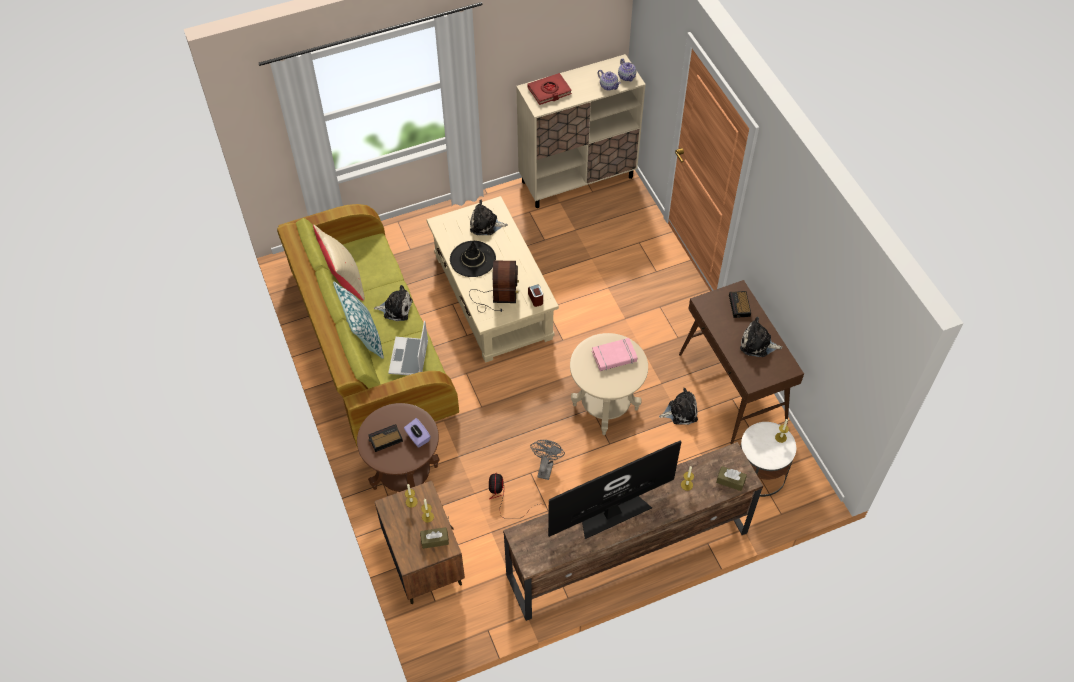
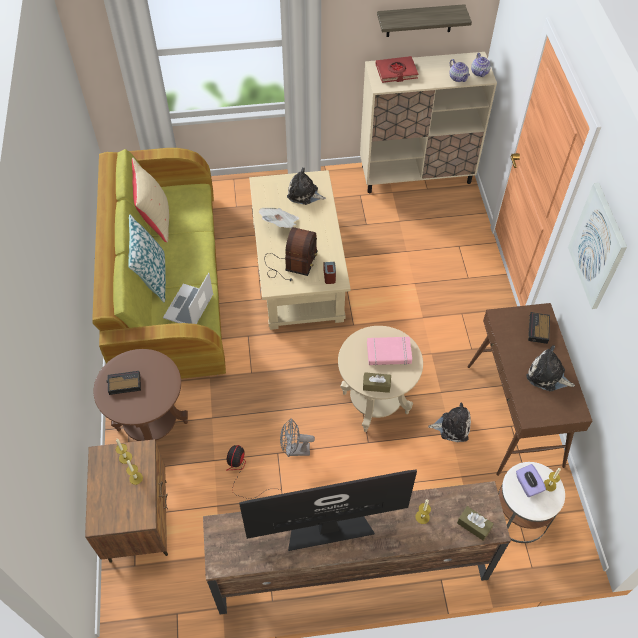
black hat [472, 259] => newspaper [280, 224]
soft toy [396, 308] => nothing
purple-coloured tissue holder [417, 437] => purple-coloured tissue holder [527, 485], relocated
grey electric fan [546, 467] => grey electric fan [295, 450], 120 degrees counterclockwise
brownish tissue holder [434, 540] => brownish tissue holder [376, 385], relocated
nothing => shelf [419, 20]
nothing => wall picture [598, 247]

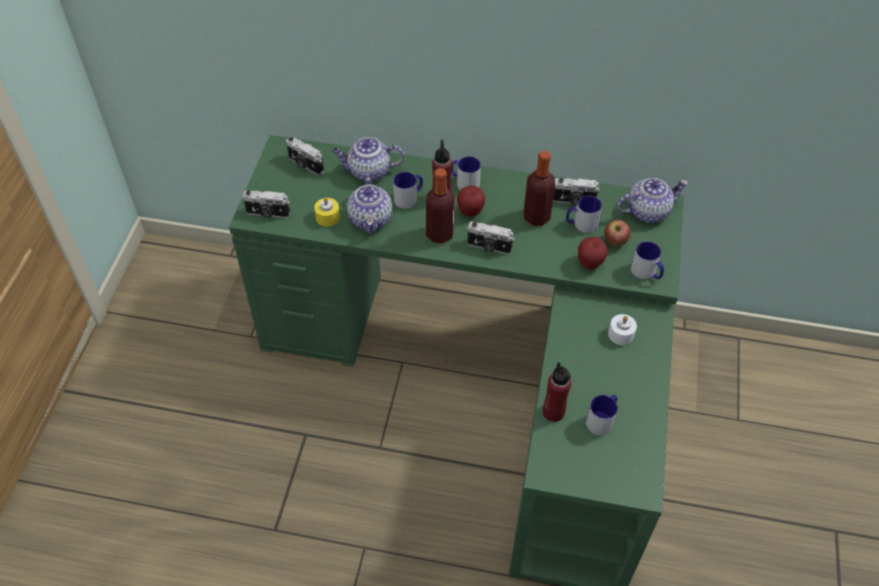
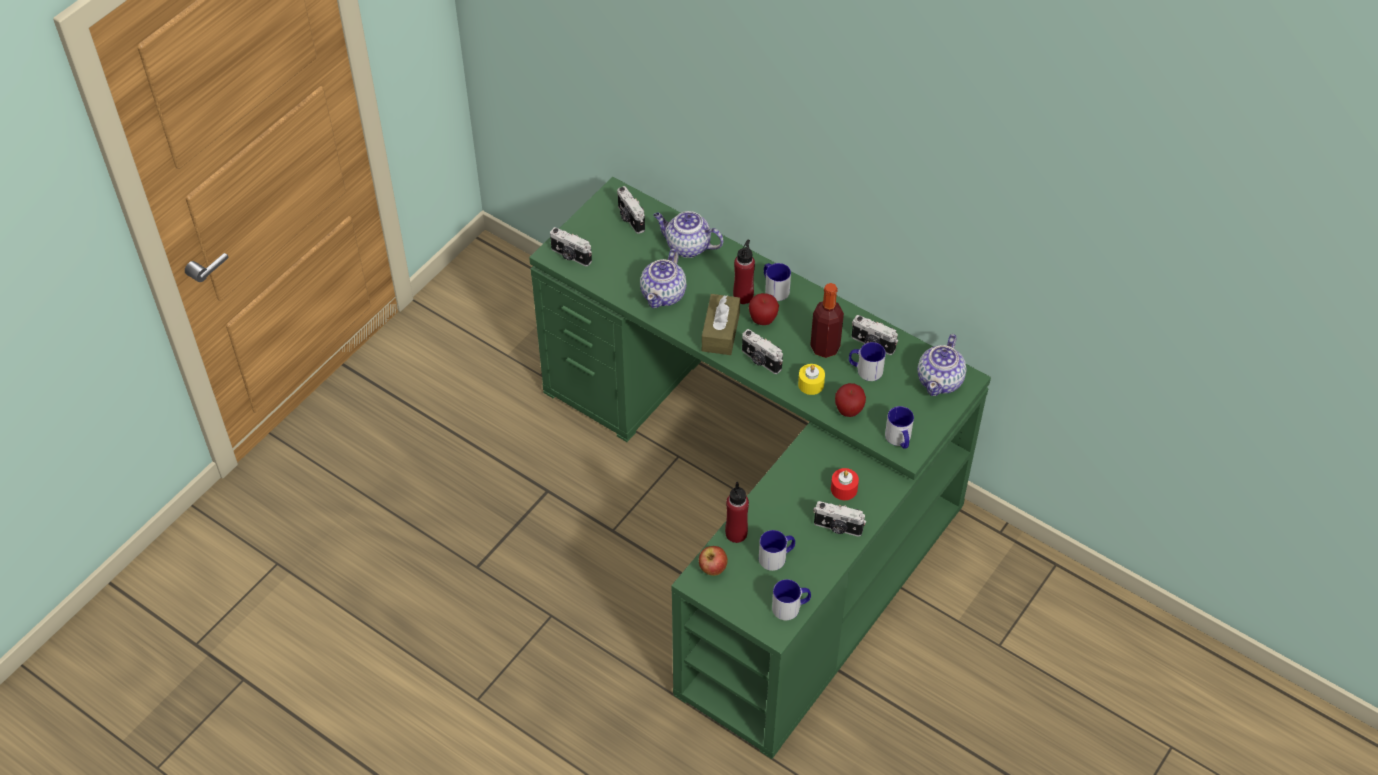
bottle [439, 234] => brownish tissue holder [720, 332]
coffee mug [409, 197] => coffee mug [791, 607], relocated
tea pot [647, 211] => tea pot [940, 380], 105 degrees clockwise
yellowish wax candle [328, 217] => yellowish wax candle [811, 384], relocated
whole apple [615, 242] => whole apple [712, 569], relocated
white wax candle [621, 334] => reddish wax candle [844, 489]
nothing => photo camera [838, 528]

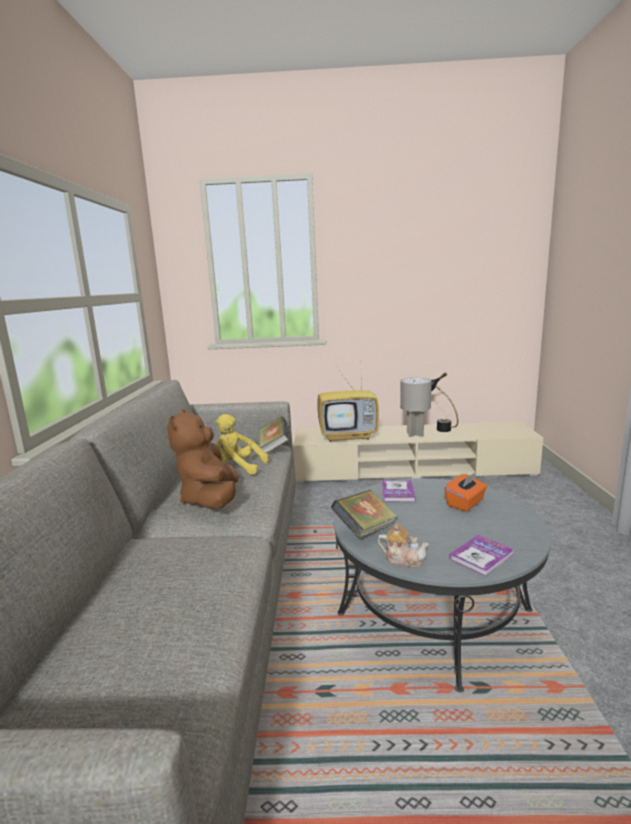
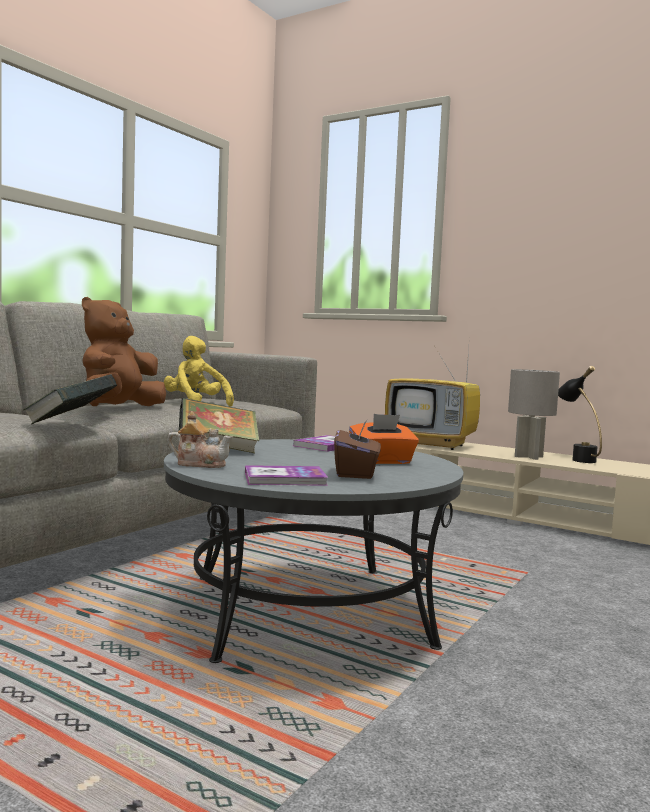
bound book [274, 447] => bound book [71, 423], relocated
tea pot [403, 559] => tea pot [200, 464], 45 degrees counterclockwise
nothing => brownish tissue holder [356, 473]

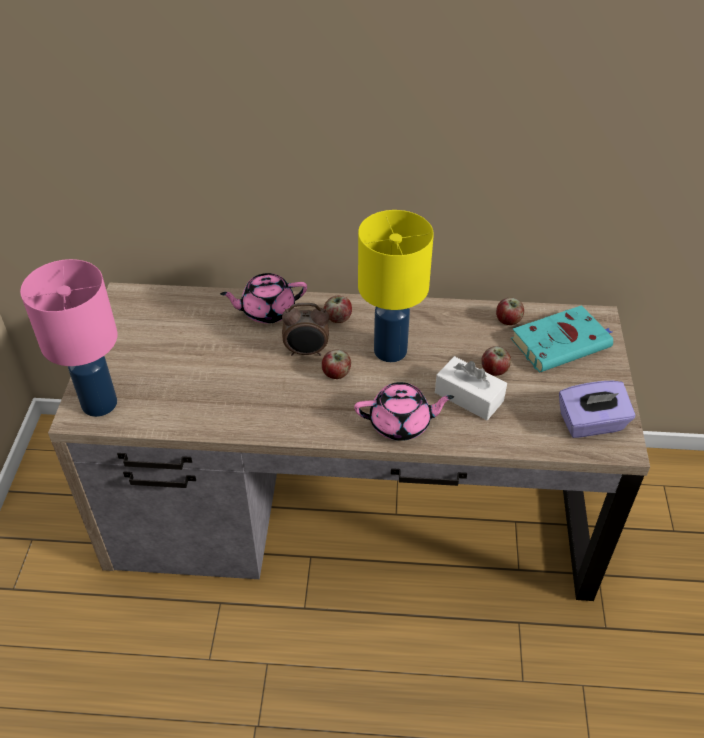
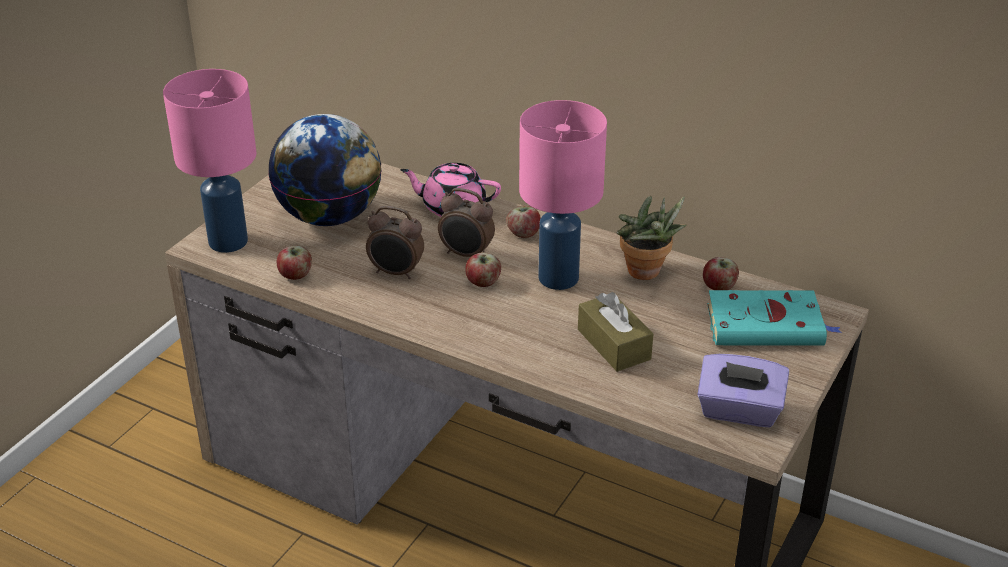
yellowish table lamp [391, 351] => pink table lamp [559, 279]
whole apple [494, 370] => whole apple [296, 275], relocated
white tissue holder [469, 397] => brownish tissue holder [613, 344]
pink tea pot [401, 423] => nothing
nothing => world globe [329, 217]
nothing => potted plant [646, 274]
nothing => table clock [396, 273]

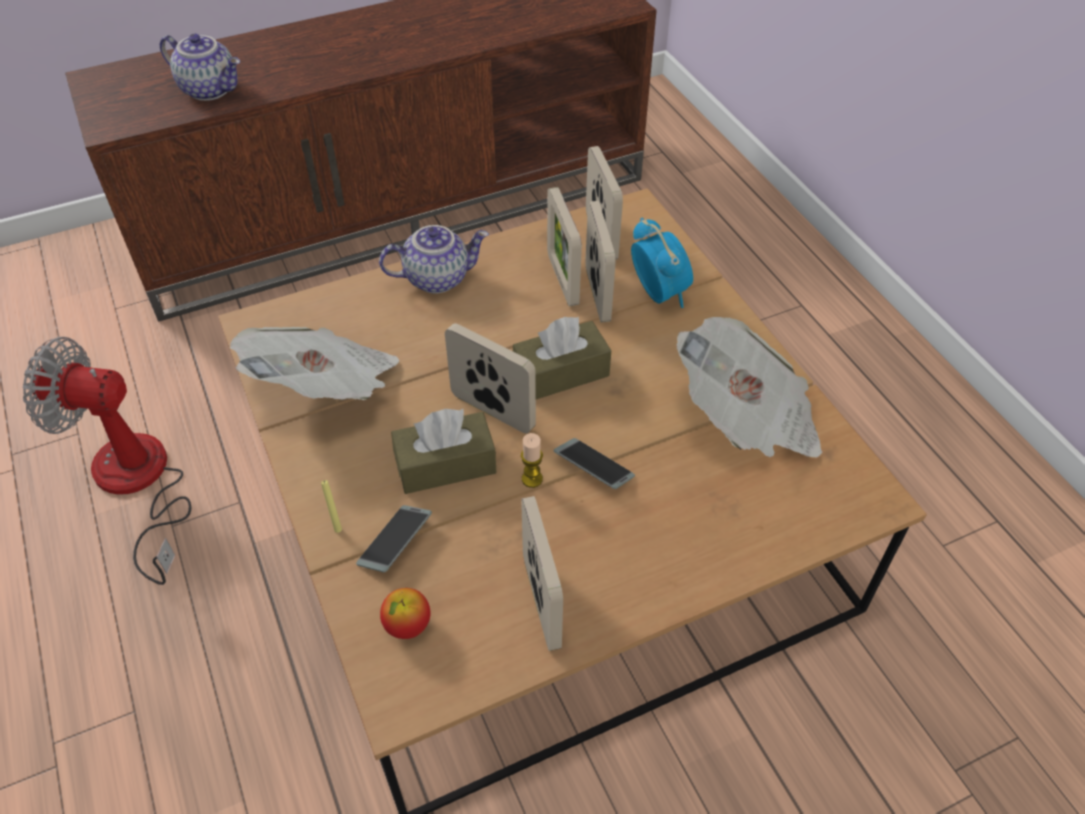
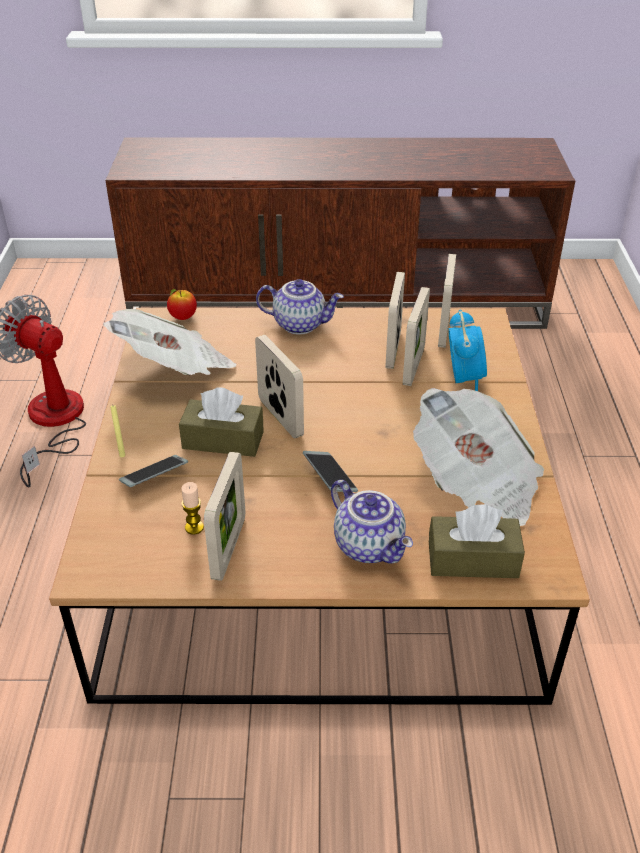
tea pot [211, 89] => tea pot [370, 546], relocated
brownish tissue holder [561, 373] => brownish tissue holder [472, 560], relocated
wax candle [532, 479] => wax candle [194, 527], relocated
whole apple [407, 625] => whole apple [183, 317], relocated

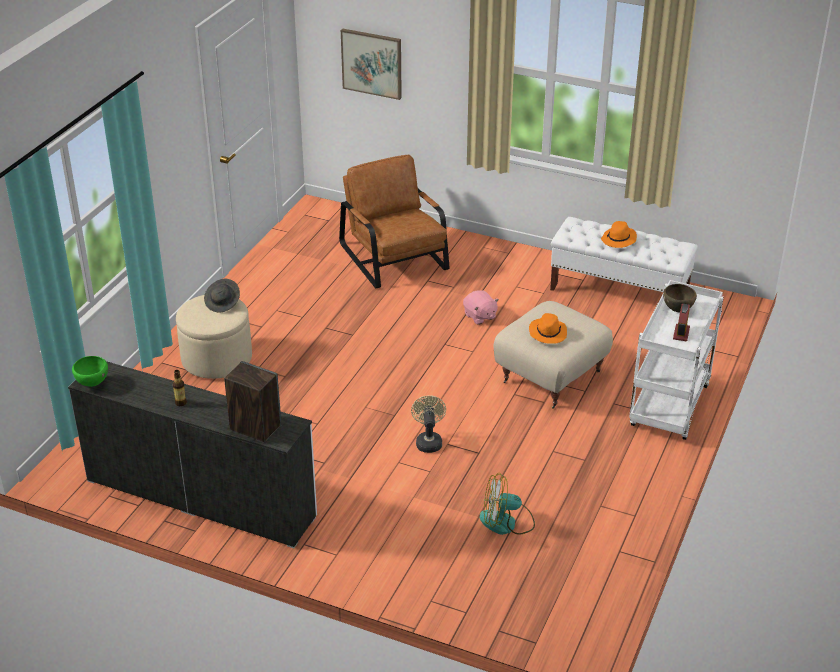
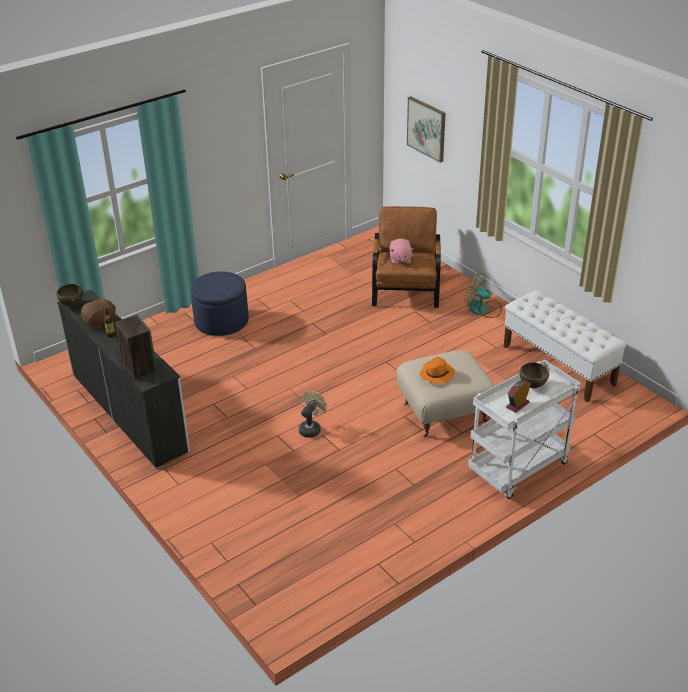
orangey hat [619, 240] => nothing
grey hat [223, 303] => nothing
pink soft toy [479, 316] => pink soft toy [400, 260], relocated
sand-coloured footrest [217, 359] => bluish footrest [221, 321]
greenish bowl [92, 384] => brownish bowl [72, 304]
electric fan [506, 522] => electric fan [482, 309], relocated
nothing => brownish soft toy [100, 322]

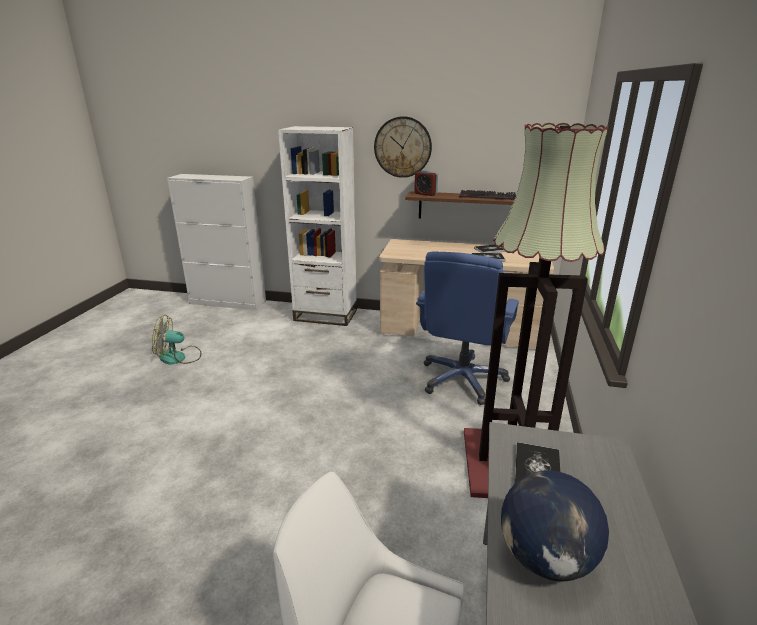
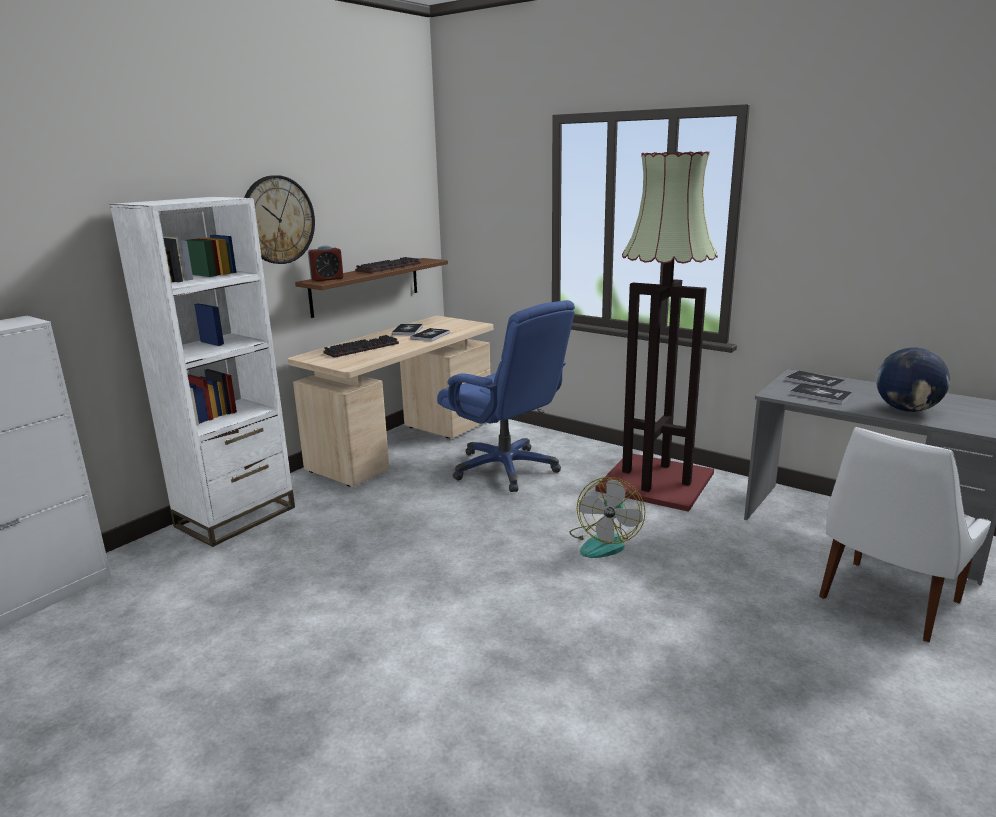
electric fan [179, 357] => electric fan [604, 542], relocated
nothing => keyboard [362, 348]
nothing => bound book [814, 381]

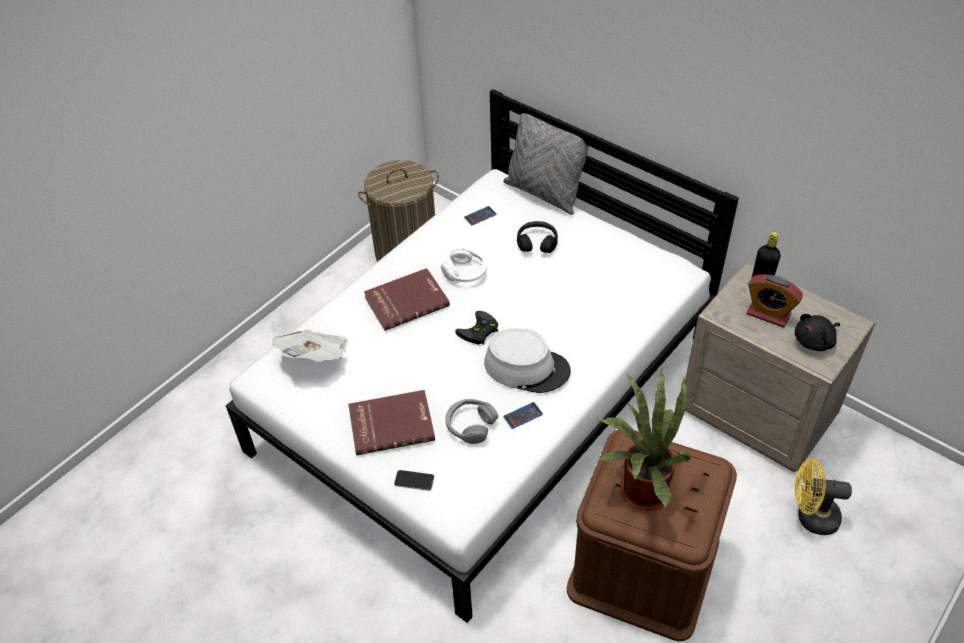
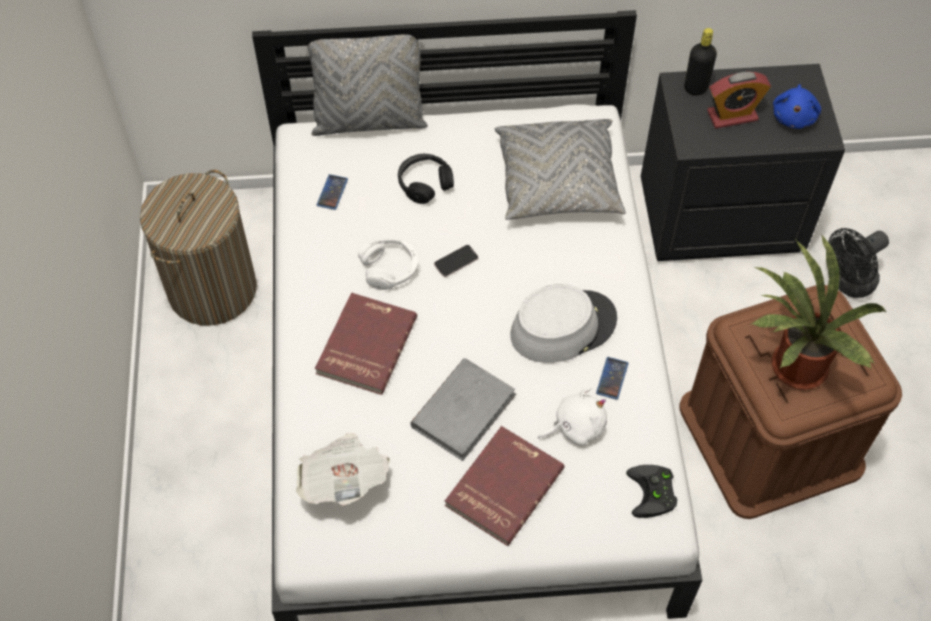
sand-coloured night table [758, 413] => black night table [720, 216]
black joypad [478, 331] => black joypad [654, 494], relocated
black soft toy [815, 341] => bluish soft toy [794, 116]
grey headphones [470, 425] => white soft toy [576, 426]
yellowish electric fan [810, 517] => black electric fan [848, 283]
phone [414, 480] => phone [456, 261], relocated
nothing => grey cushion [558, 183]
nothing => grey bound book [463, 411]

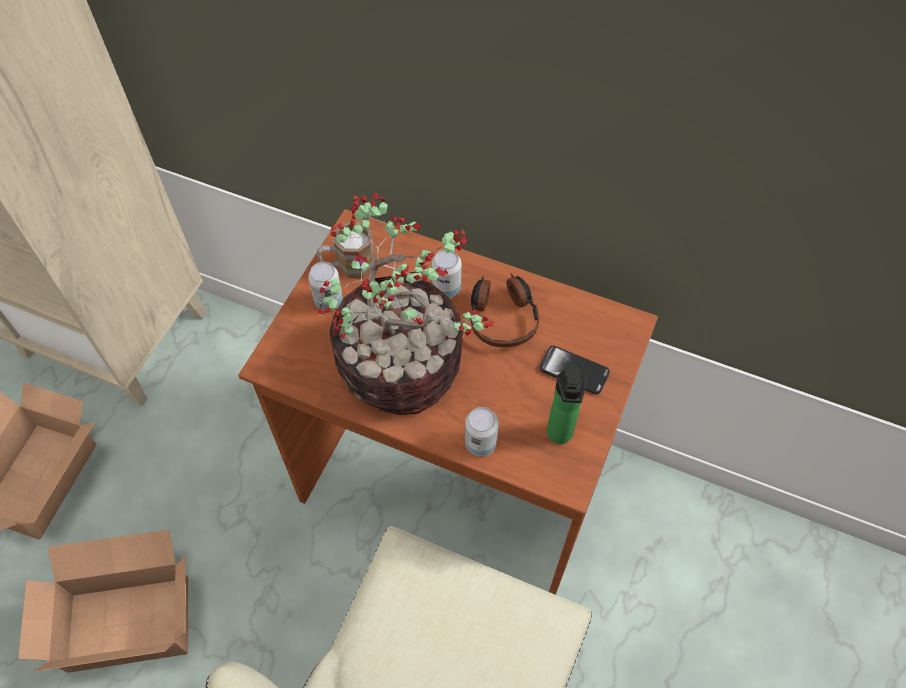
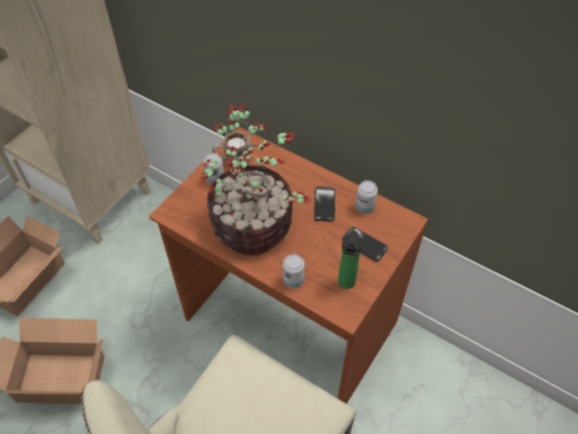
metal can [446, 288] => metal can [364, 207], relocated
headphones [502, 316] => phone [324, 204]

